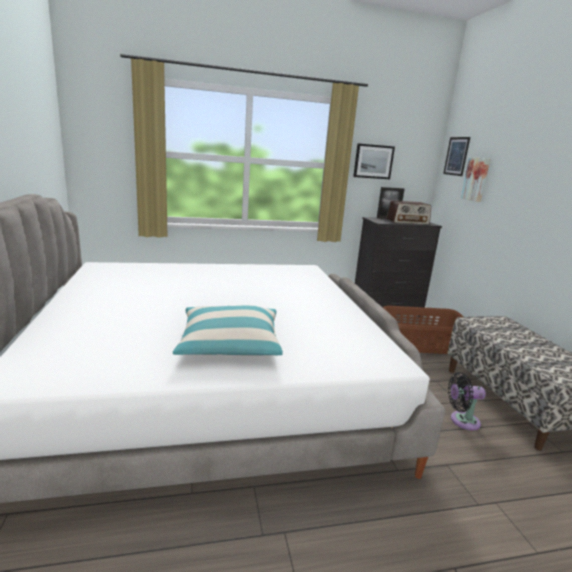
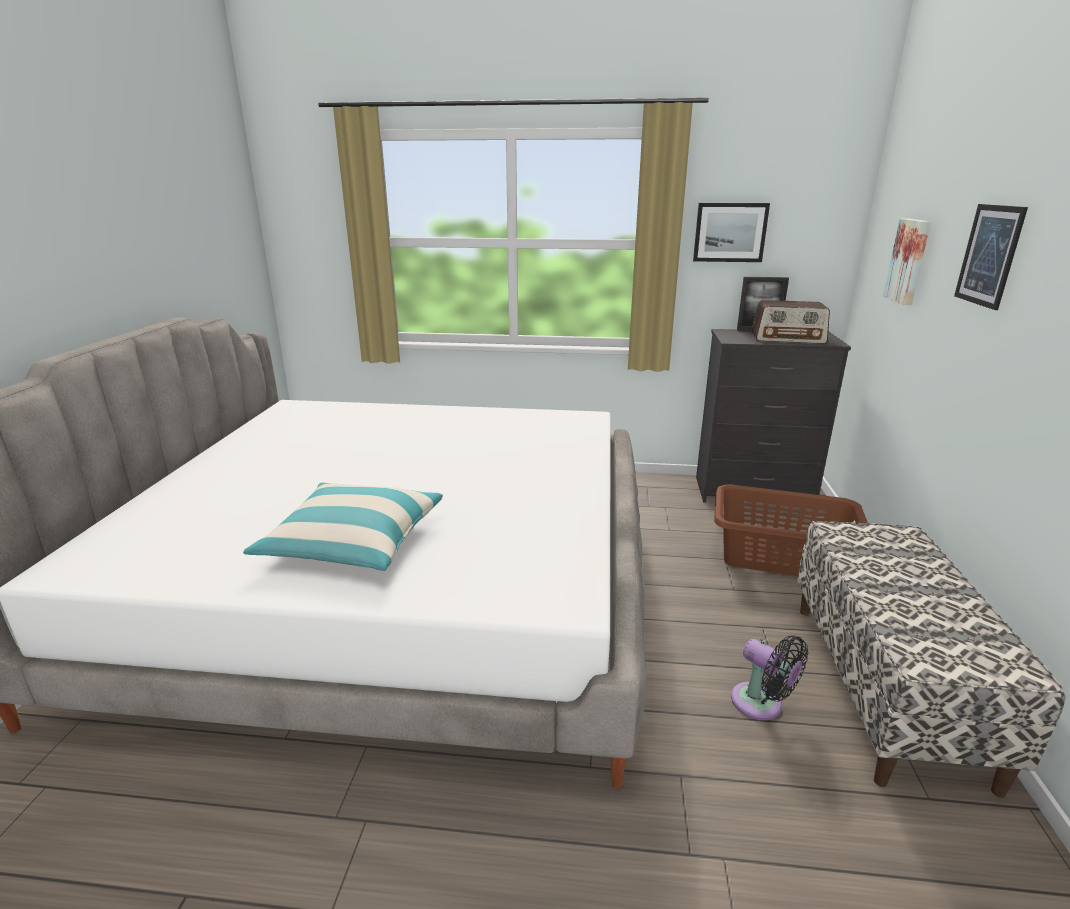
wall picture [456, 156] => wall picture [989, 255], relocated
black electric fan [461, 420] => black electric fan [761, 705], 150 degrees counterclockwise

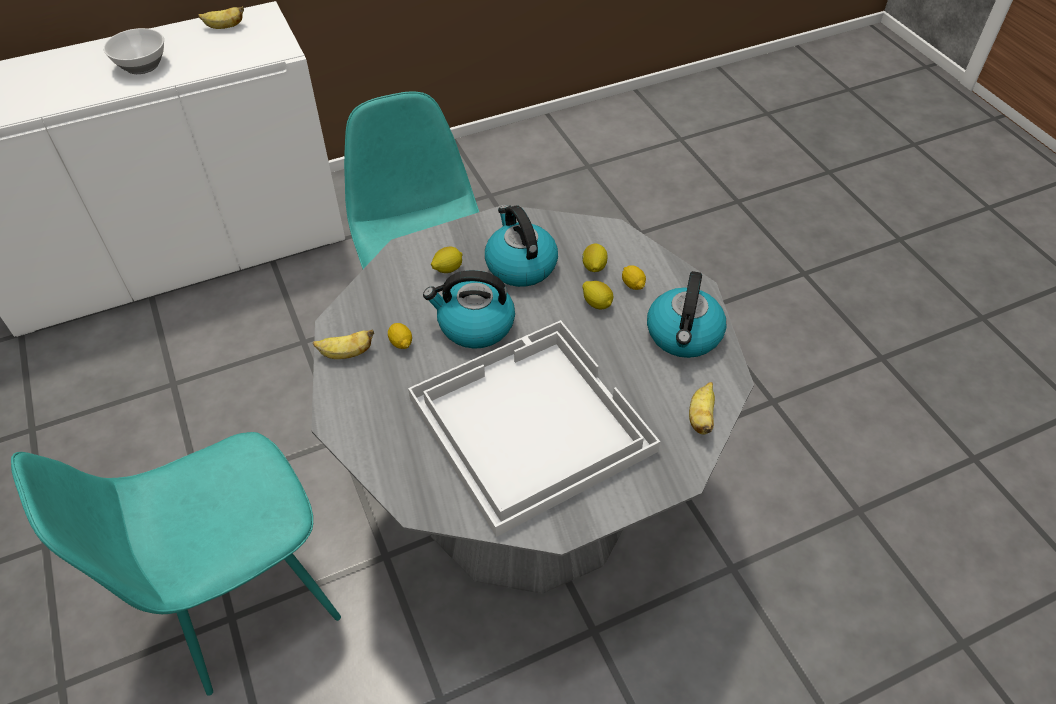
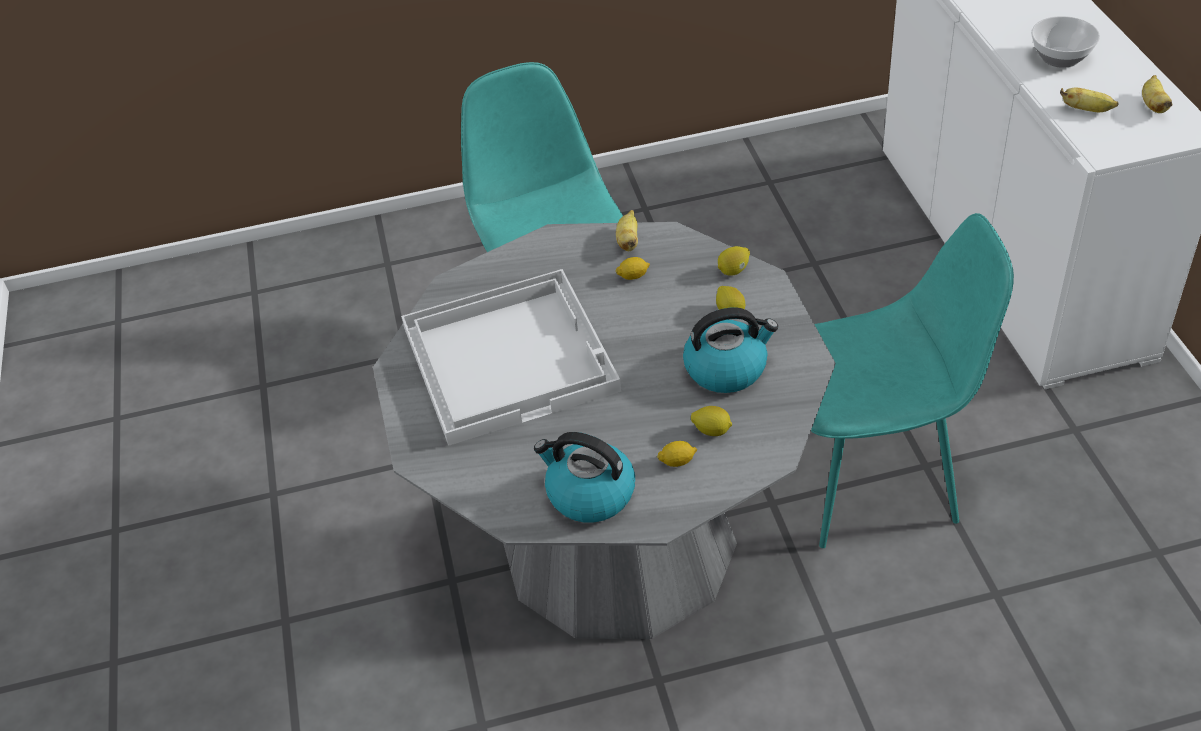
water kettle [474, 325] => nothing
whole lemon [597, 303] => whole lemon [733, 270], relocated
banana fruit [700, 417] => banana fruit [1087, 110], relocated

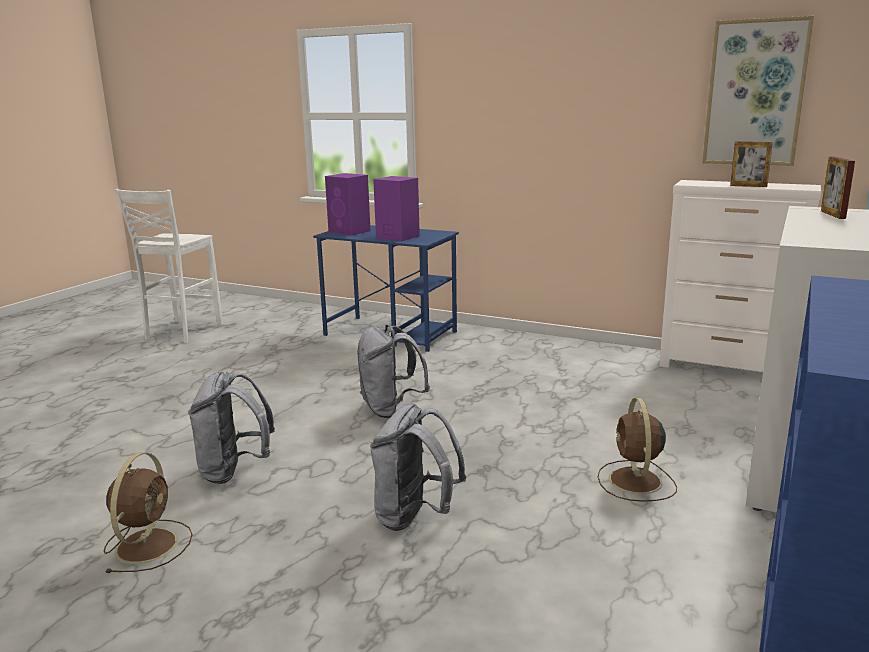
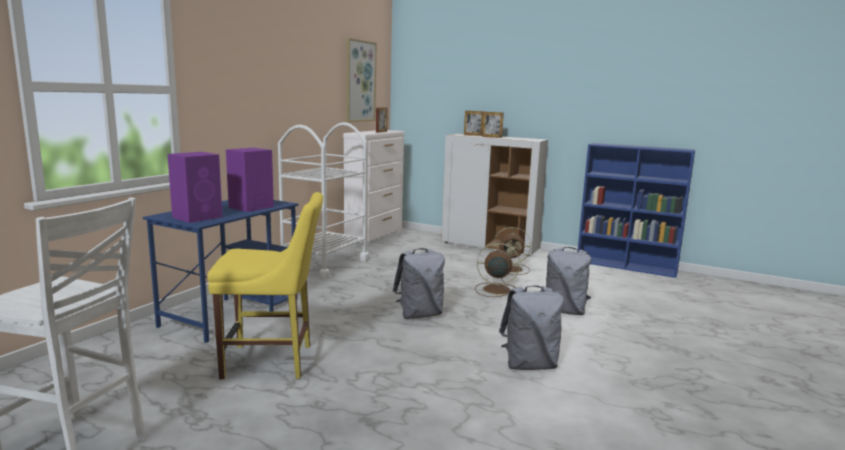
brownish electric fan [148, 544] => brownish electric fan [495, 290], relocated
nothing => picture frame [492, 137]
nothing => white cart [324, 264]
nothing => yellowish upright chair [273, 361]

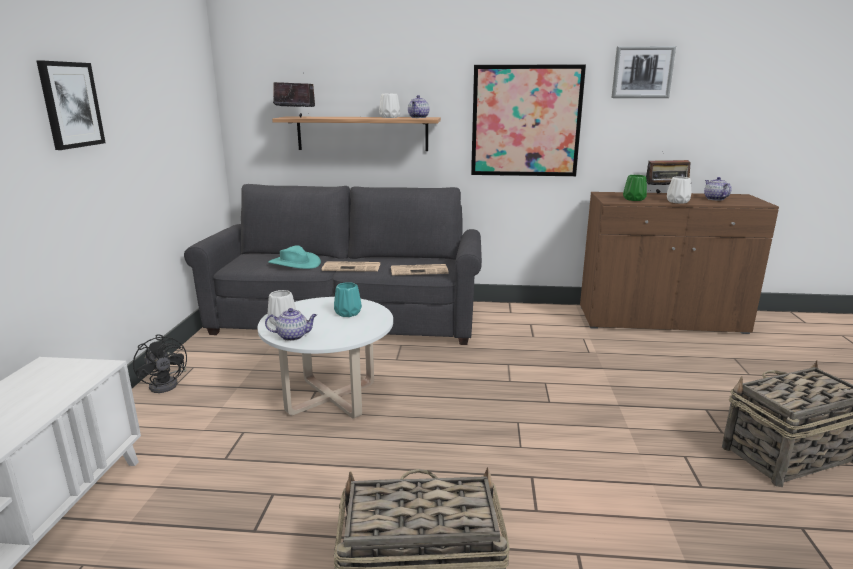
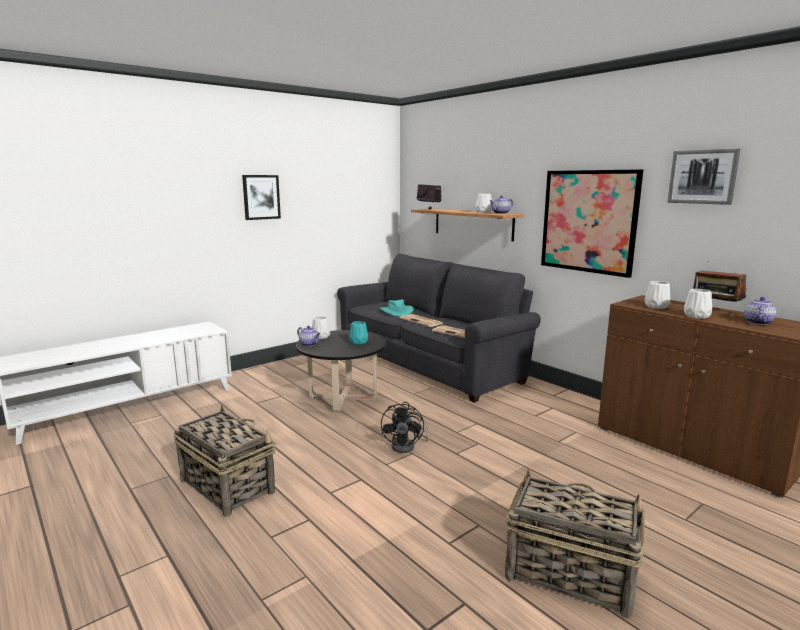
greenish flower vase [633, 199] => white flower vase [655, 306]
white coffee table [331, 397] => black coffee table [343, 398]
black electric fan [167, 383] => black electric fan [407, 446], relocated

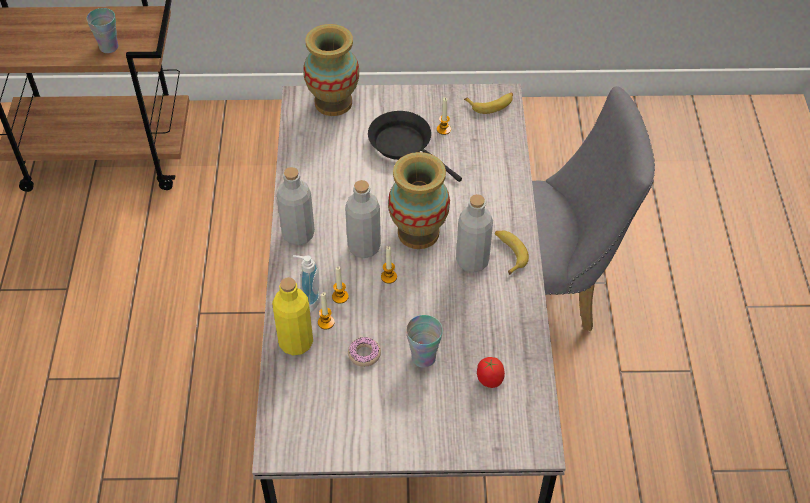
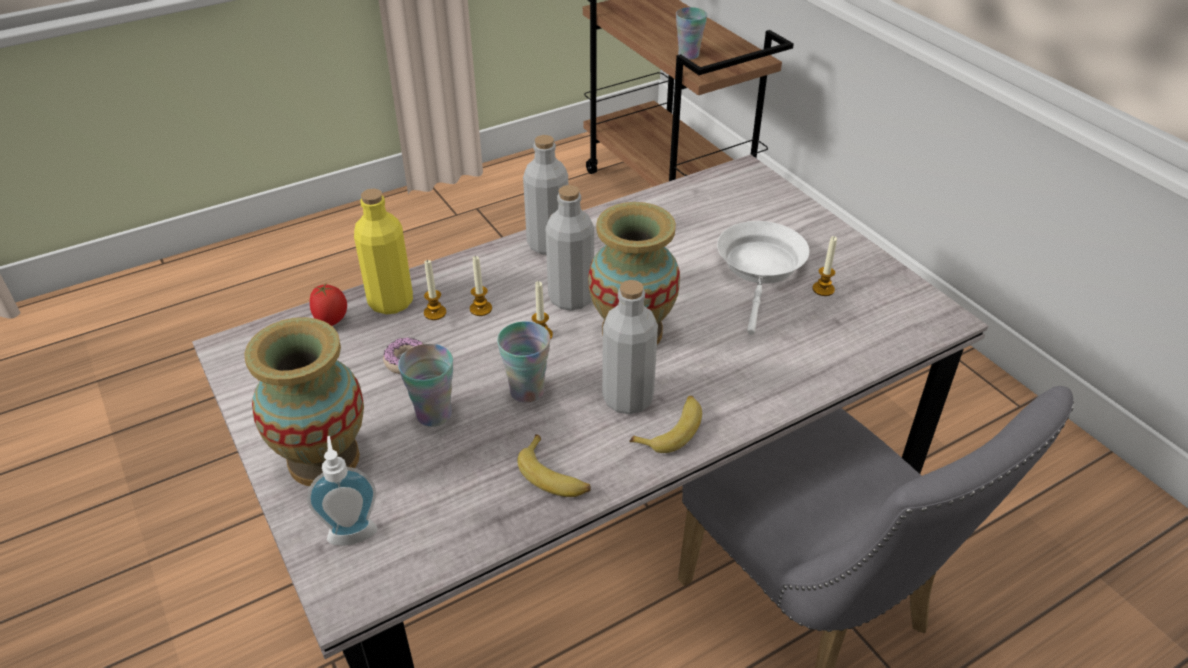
flower vase [333, 103] => flower vase [323, 460], relocated
banana fruit [491, 104] => banana fruit [554, 475], relocated
black skillet [404, 145] => white skillet [761, 268]
liquid soap bottle [308, 300] => liquid soap bottle [352, 530], relocated
tomato [489, 380] => tomato [332, 321], relocated
nothing => cup [527, 391]

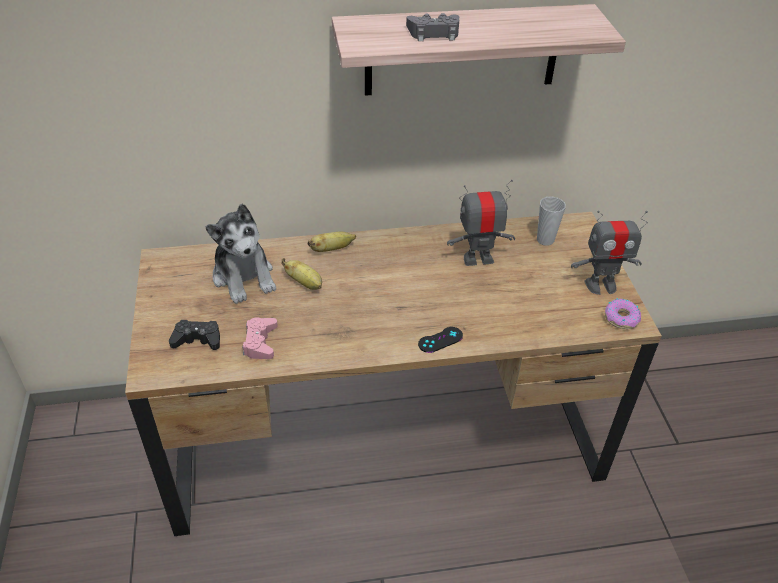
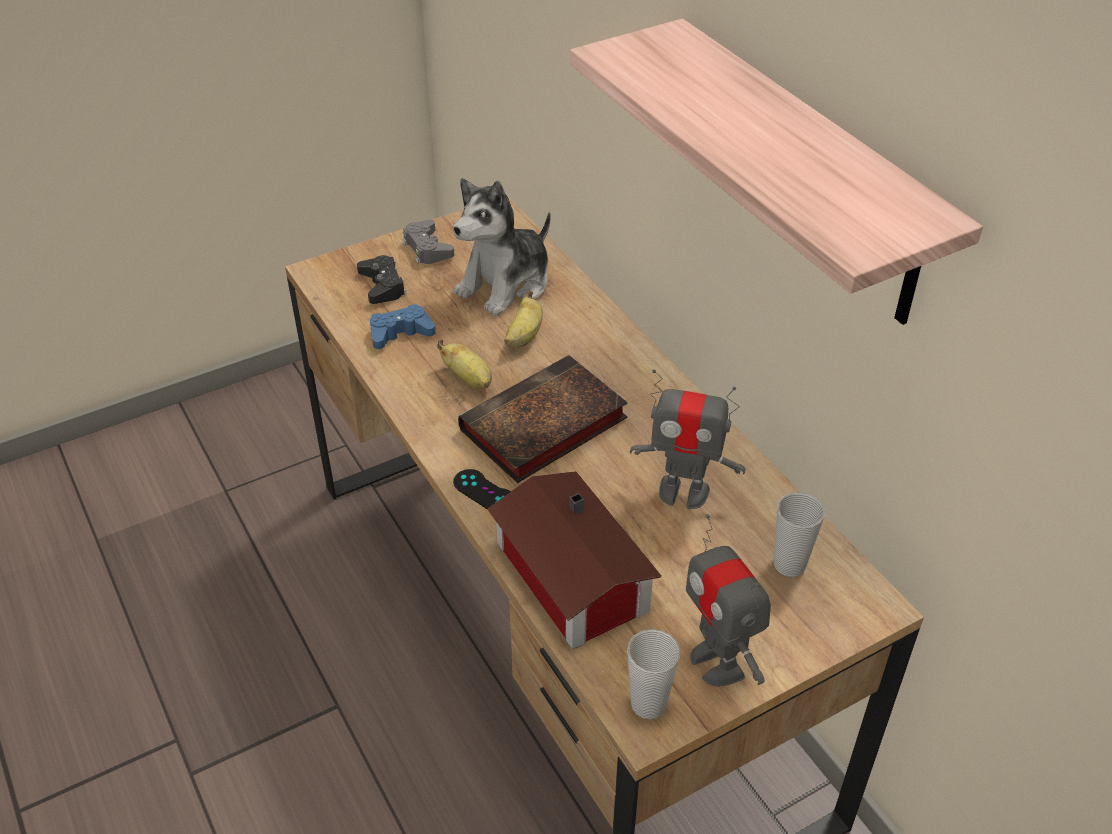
grey joypad [434, 33] => grey joypad [427, 248], relocated
robot figure [478, 259] => robot figure [683, 492], 135 degrees clockwise
banana fruit [331, 249] => banana fruit [469, 379], relocated
donut [621, 318] => cup [648, 704]
pink joypad [260, 342] => bluish joypad [400, 333]
nothing => bound book [541, 427]
nothing => miniature house [570, 581]

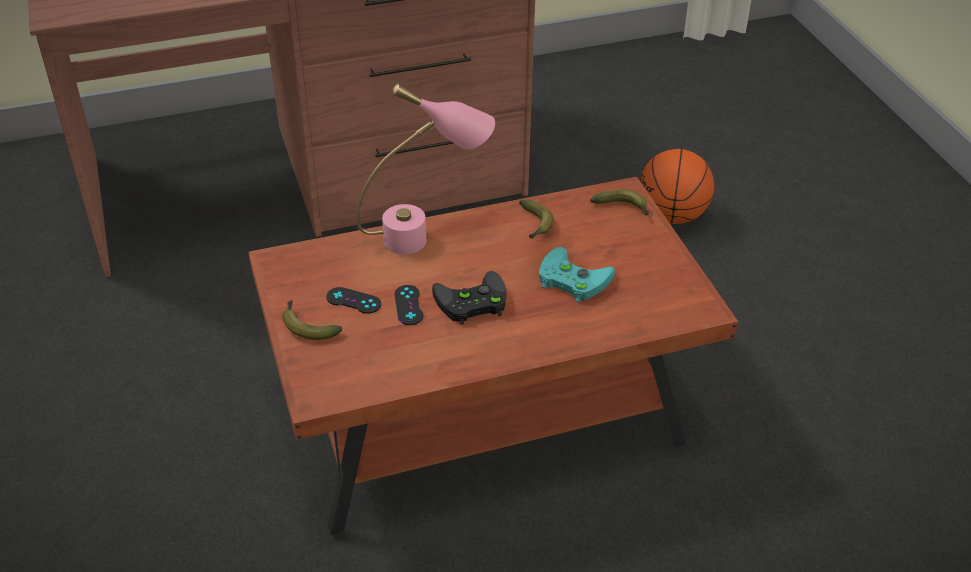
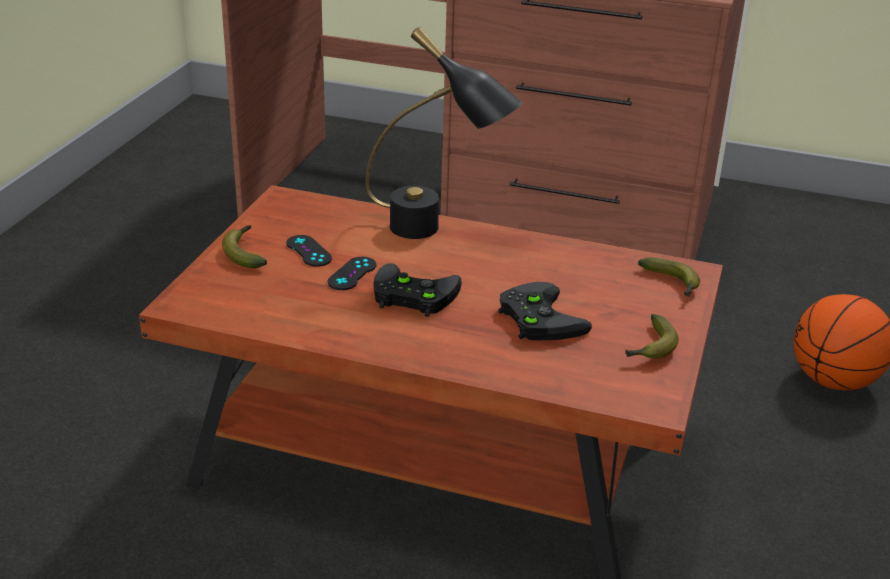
pink table lamp [426, 238] => black table lamp [436, 232]
banana fruit [535, 225] => banana fruit [651, 348], relocated
turquoise joypad [570, 279] => black joypad [537, 317]

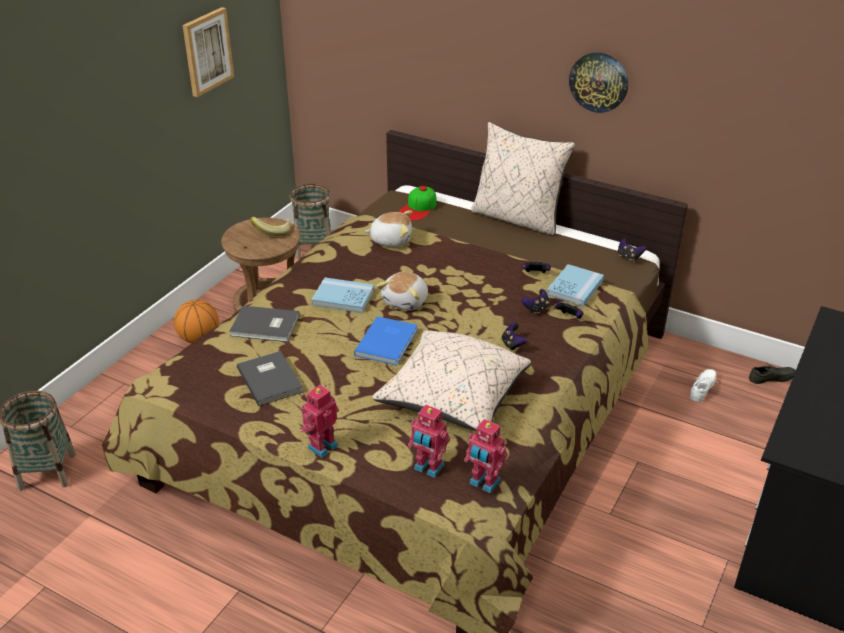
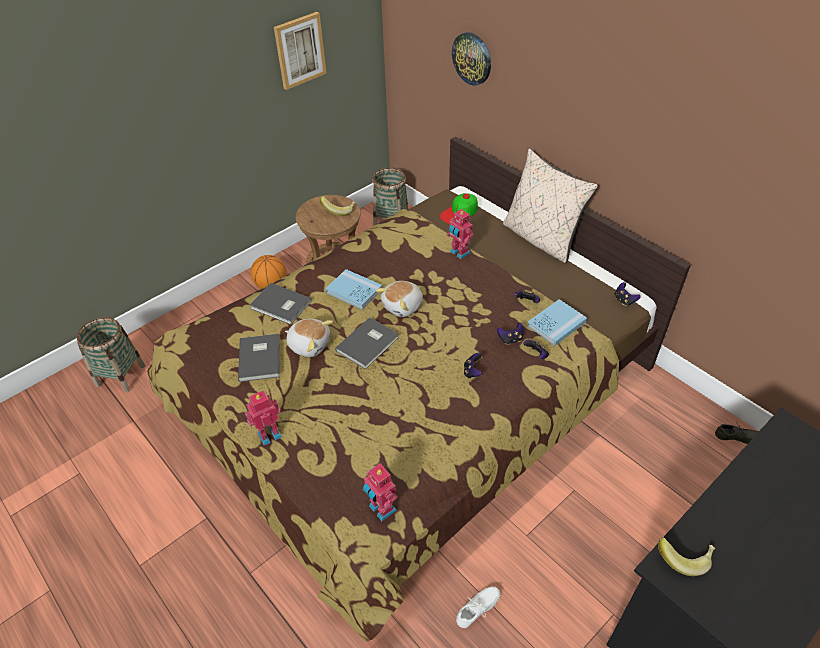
hanging clock [599, 82] => hanging clock [472, 58], relocated
soft toy [391, 240] => soft toy [309, 344], relocated
bluish bound book [388, 342] => grey bound book [369, 344]
sand-coloured cushion [453, 398] => nothing
white low shoe [704, 389] => white low shoe [479, 610], relocated
robot figure [428, 468] => robot figure [459, 253], relocated
nothing => banana fruit [683, 557]

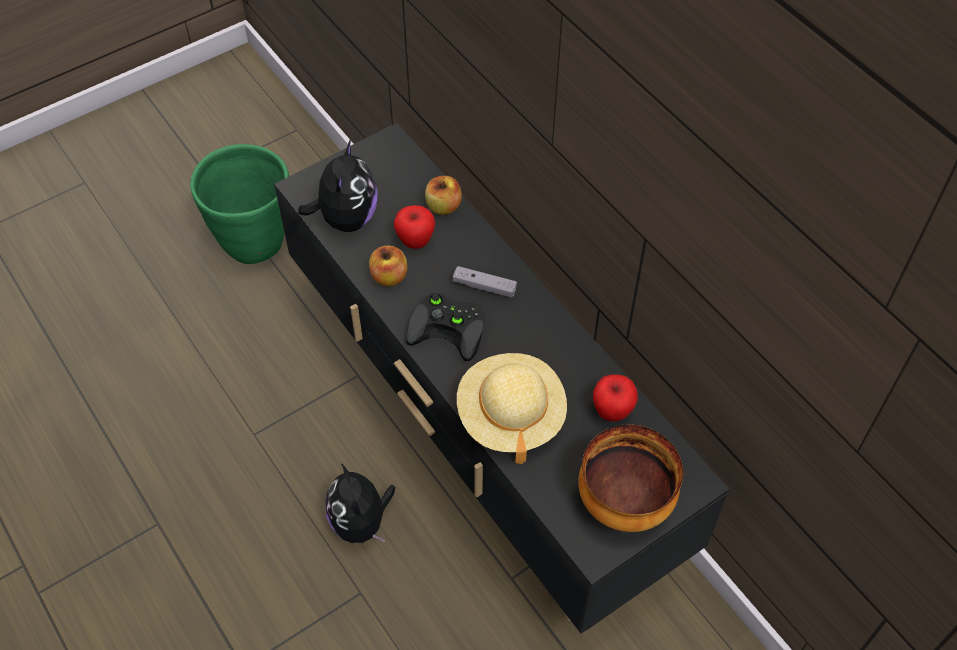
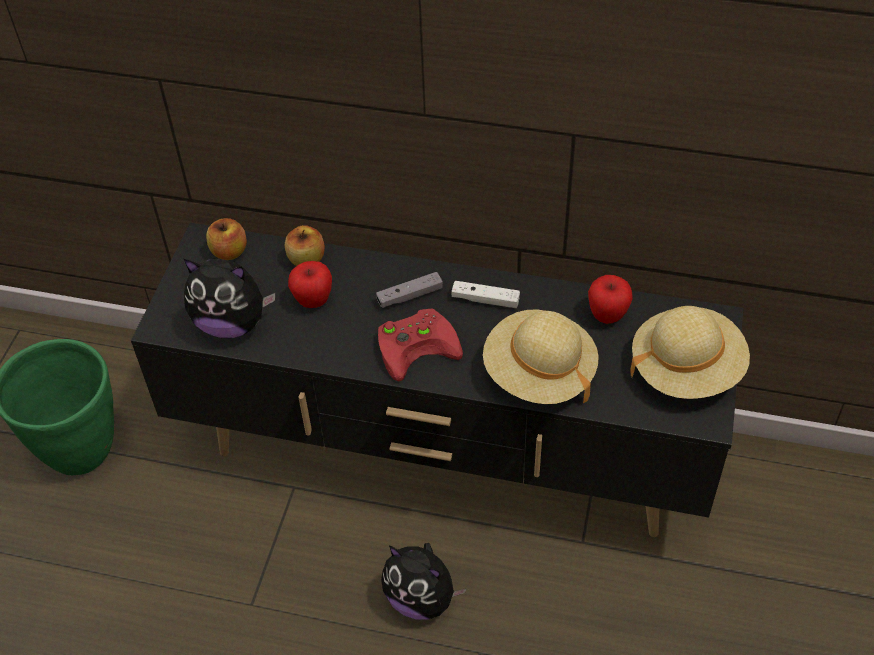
soft toy [346, 218] => soft toy [232, 323], 135 degrees clockwise
whole apple [389, 277] => whole apple [229, 252], relocated
black joypad [450, 328] => reddish joypad [418, 344]
bowl [624, 500] => sand-coloured hat [686, 369]
nothing => white joypad [485, 300]

